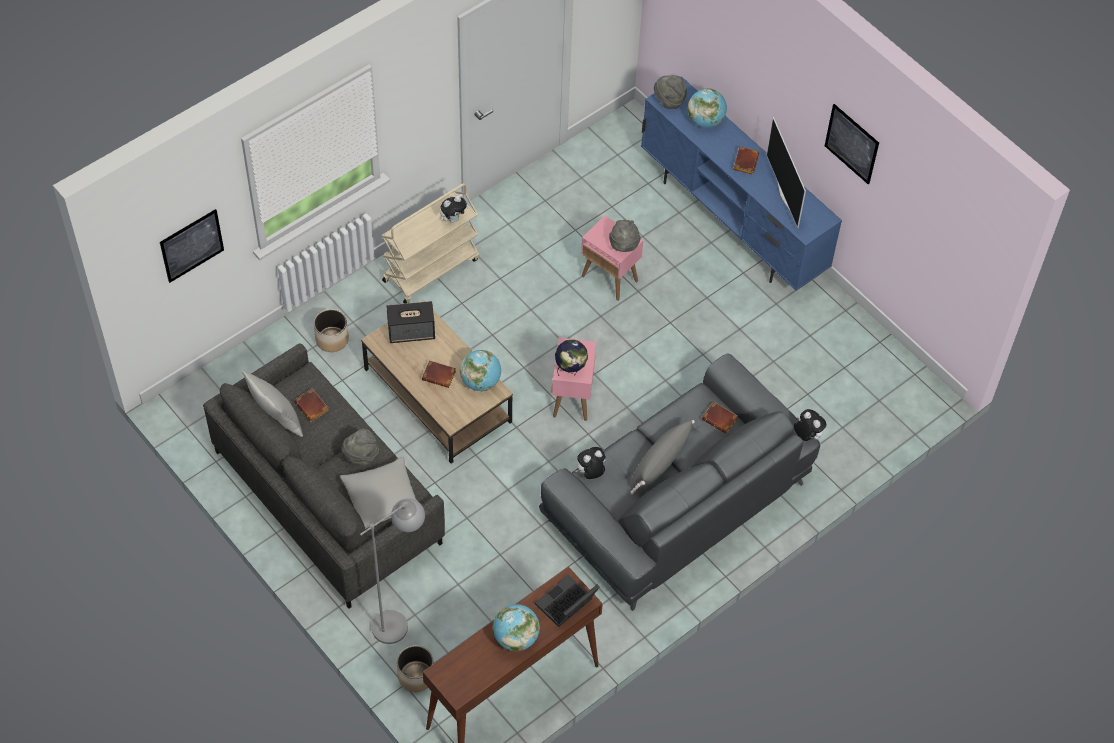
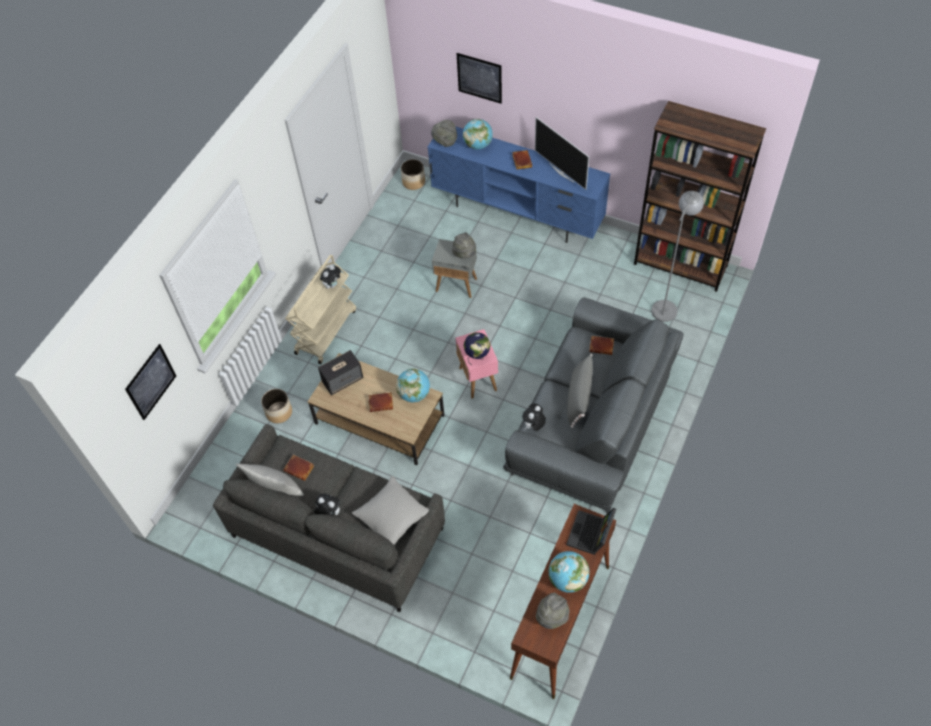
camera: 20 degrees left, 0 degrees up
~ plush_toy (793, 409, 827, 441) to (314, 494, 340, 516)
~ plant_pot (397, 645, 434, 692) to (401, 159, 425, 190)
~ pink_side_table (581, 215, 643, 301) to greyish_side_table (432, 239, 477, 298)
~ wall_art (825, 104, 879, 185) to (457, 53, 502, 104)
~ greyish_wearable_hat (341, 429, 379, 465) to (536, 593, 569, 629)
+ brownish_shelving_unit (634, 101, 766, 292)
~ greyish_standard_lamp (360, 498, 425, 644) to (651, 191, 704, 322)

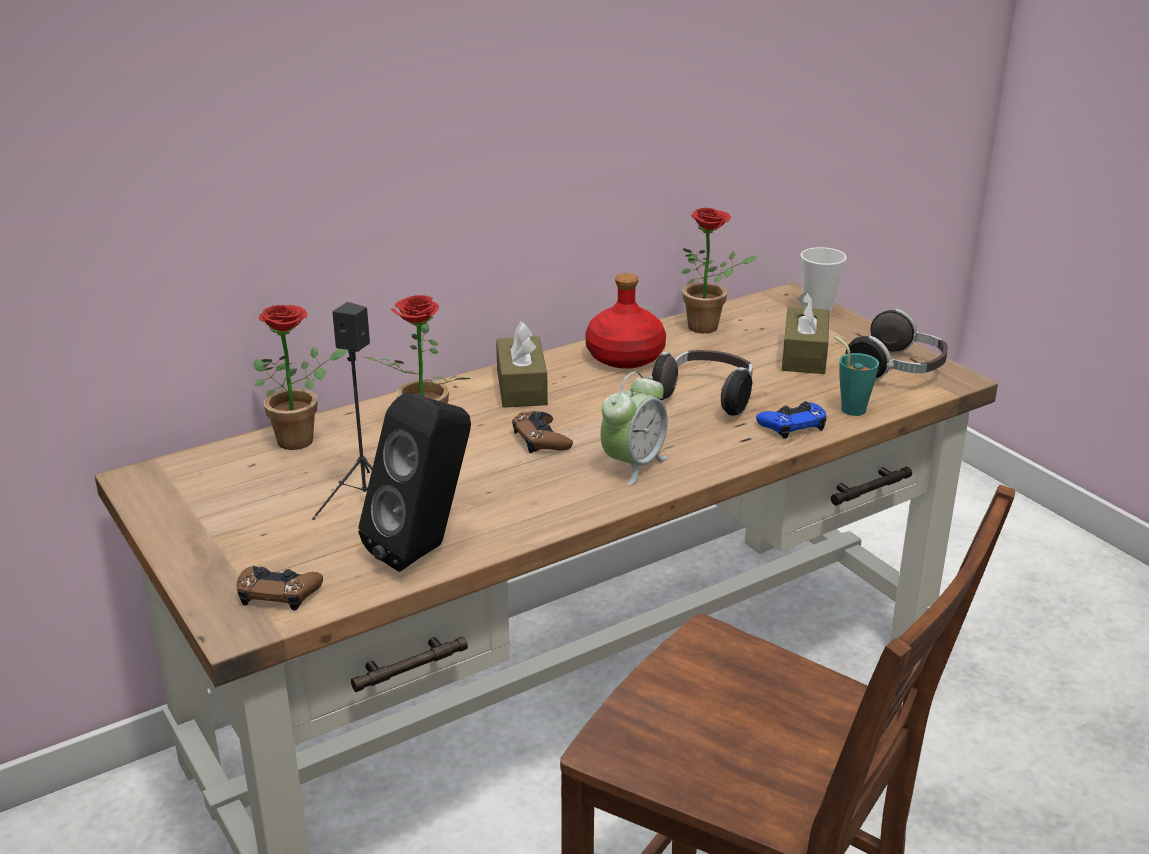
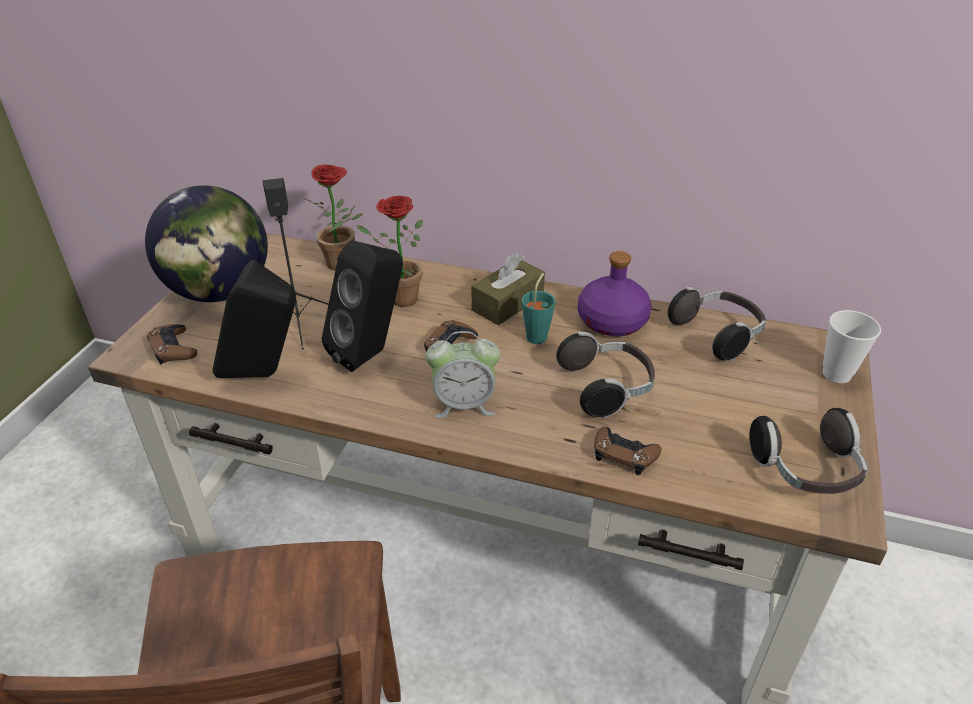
camera: 50 degrees right, 10 degrees up
+ world_globe (145, 185, 268, 302)
+ blackish_loudspeaker (322, 241, 403, 372)
~ turquoise_small_cup (834, 336, 879, 416) to (522, 273, 555, 344)
~ red-coloured_beverage_bottle (585, 273, 666, 369) to purple_beverage_bottle (578, 251, 651, 336)
~ blue_gamepad (756, 401, 826, 439) to brownish_gamepad (594, 427, 661, 475)
~ plant_in_a_pot (681, 208, 758, 333) to headphones (668, 287, 766, 361)
- brownish_box_of_tissues (782, 292, 829, 374)

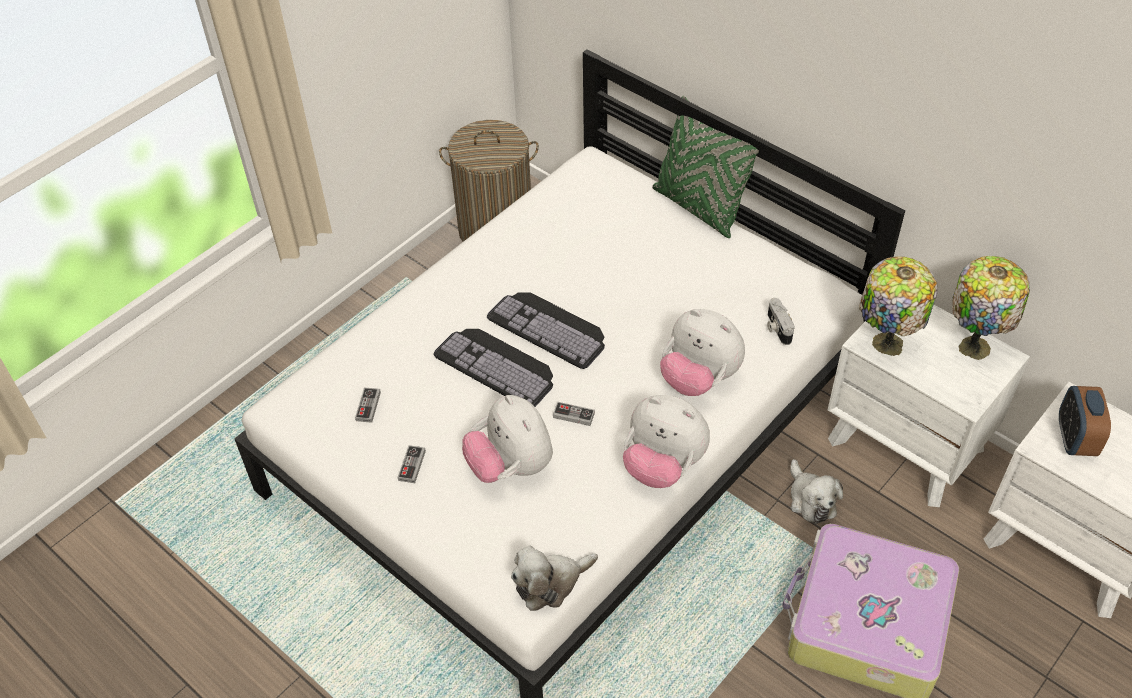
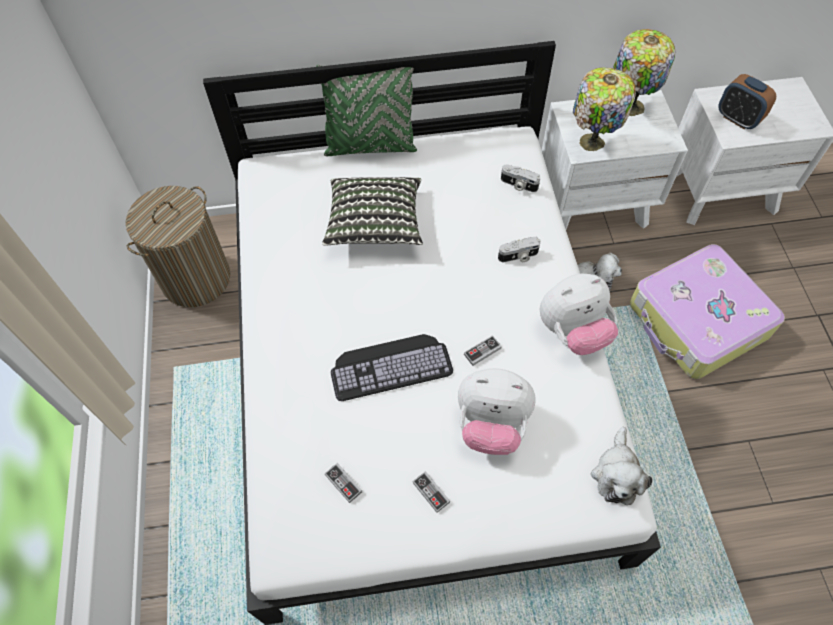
camera: 50 degrees left, 10 degrees up
+ cushion (322, 177, 423, 246)
~ plush_toy (660, 309, 745, 396) to still_camera (498, 237, 540, 262)
- PC_keyboard (487, 292, 605, 369)

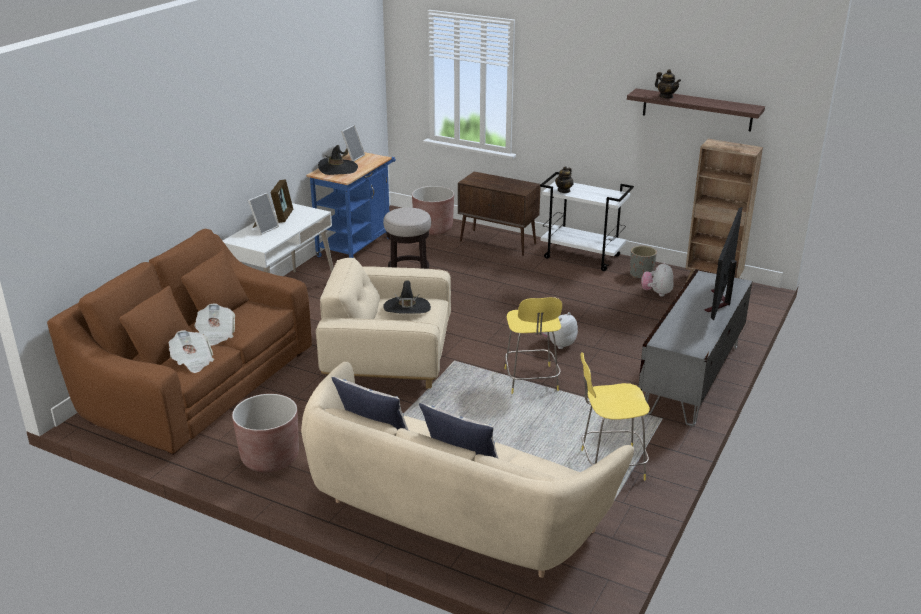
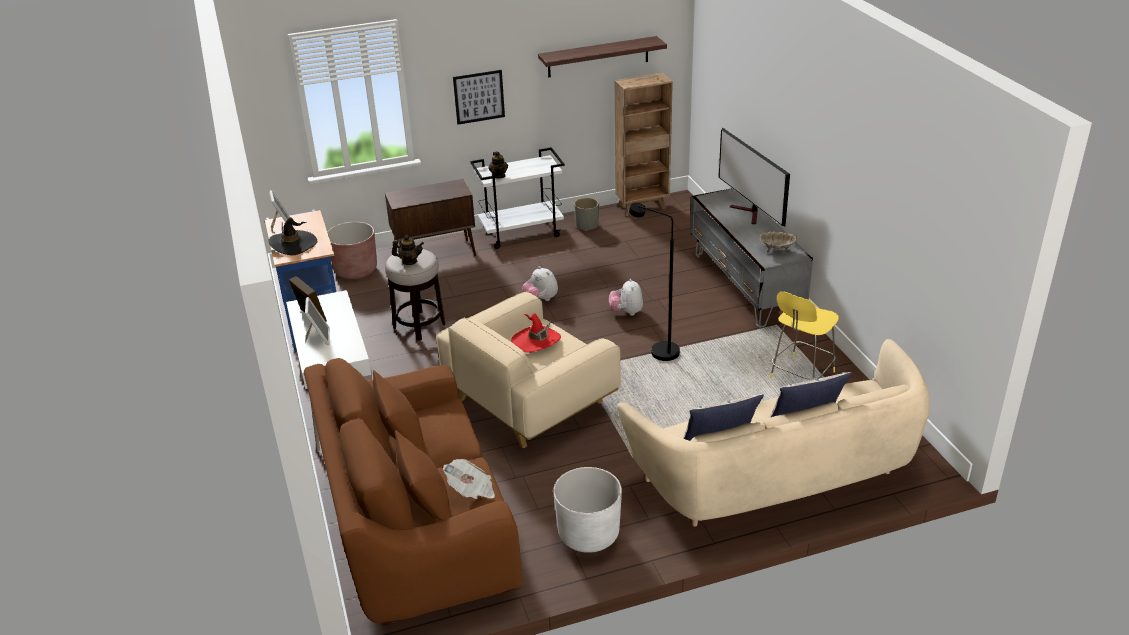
camera: 45 degrees left, 5 degrees up
~ pot_for_tea (655, 69, 681, 98) to (392, 235, 424, 265)
+ wall_art (453, 70, 505, 125)
~ blackish_wearable_hat (383, 280, 431, 314) to red-coloured_wearable_hat (511, 313, 561, 353)
~ plush_toy (641, 262, 674, 297) to (522, 266, 558, 301)
~ brownish_plant_pot (232, 394, 299, 472) to white_plant_pot (553, 467, 622, 553)
~ yellowish_sitting_stool (505, 297, 562, 394) to blackish_standard_lamp (629, 203, 680, 361)
+ sand-coloured_deep_dish (760, 231, 797, 254)
- newspaper (194, 303, 235, 346)

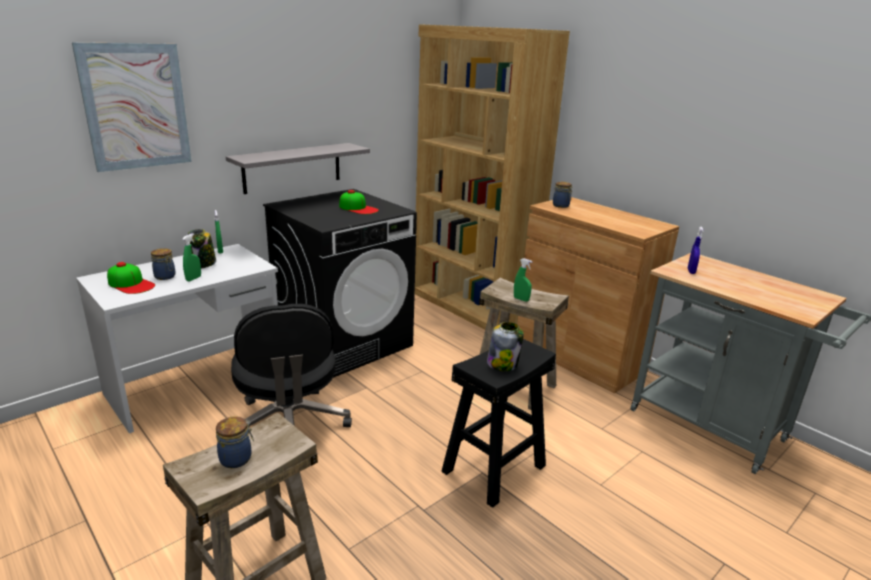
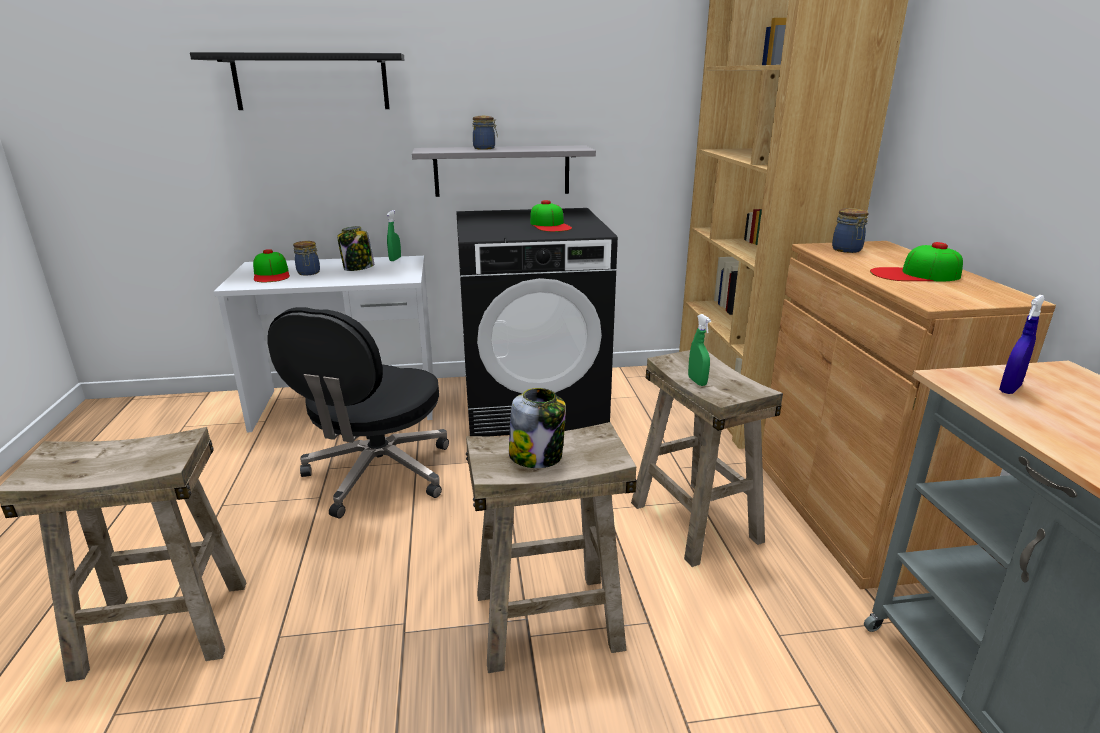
camera: 35 degrees right, 0 degrees up
~ wall_art (72, 42, 192, 172) to blackish_wall_shelf (190, 52, 404, 110)
~ blackish_sitting_stool (441, 339, 556, 508) to sand-coloured_sitting_stool (466, 422, 637, 673)
~ jar (216, 416, 254, 468) to (473, 116, 498, 150)
+ cap (870, 242, 963, 281)
- greenish_sprayer (183, 233, 201, 281)

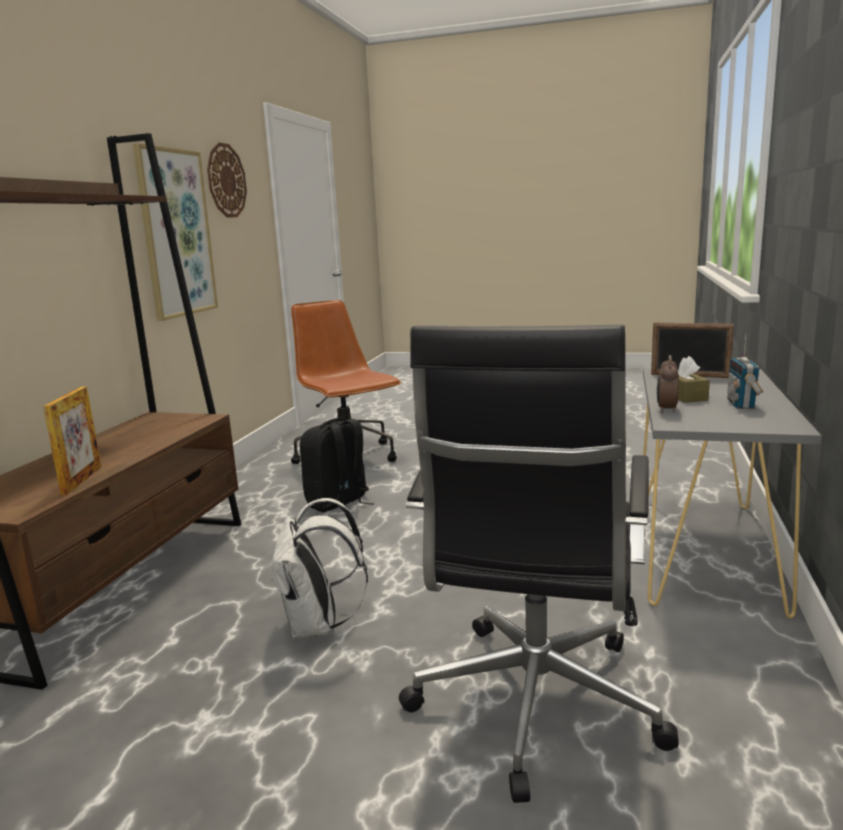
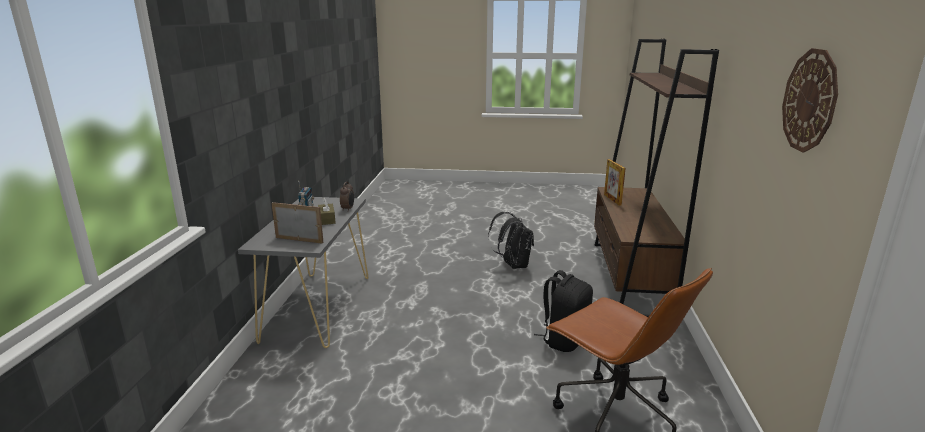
camera: 170 degrees right, 5 degrees up
~ white_backpack (272, 498, 368, 640) to blackish_backpack (488, 212, 534, 269)
- wall_art (133, 143, 218, 321)
- blackish_desk_chair (399, 325, 679, 803)

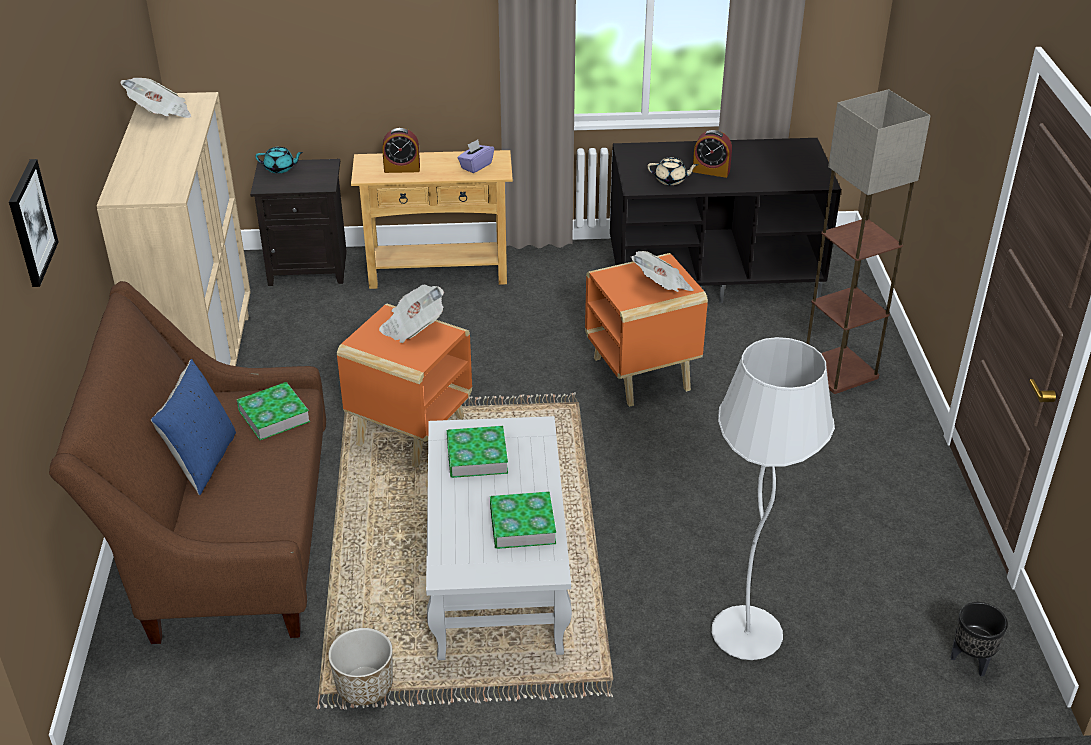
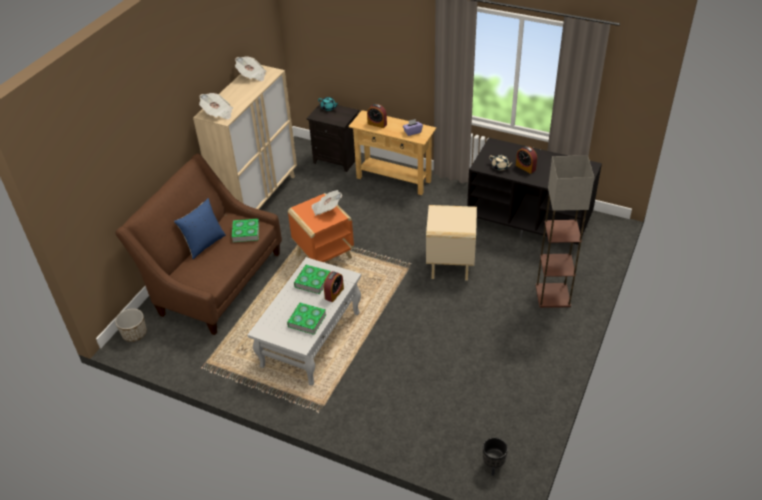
camera: 30 degrees right, 5 degrees up
~ plant_pot (328, 628, 393, 705) to (115, 308, 147, 342)
~ newspaper (631, 251, 694, 292) to (199, 93, 233, 120)
+ bedside_clock (324, 271, 344, 302)
~ orange_side_table (585, 253, 708, 407) to sand-coloured_side_table (426, 205, 477, 281)
- wall_art (9, 159, 59, 287)
- white_standard_lamp (712, 337, 835, 660)

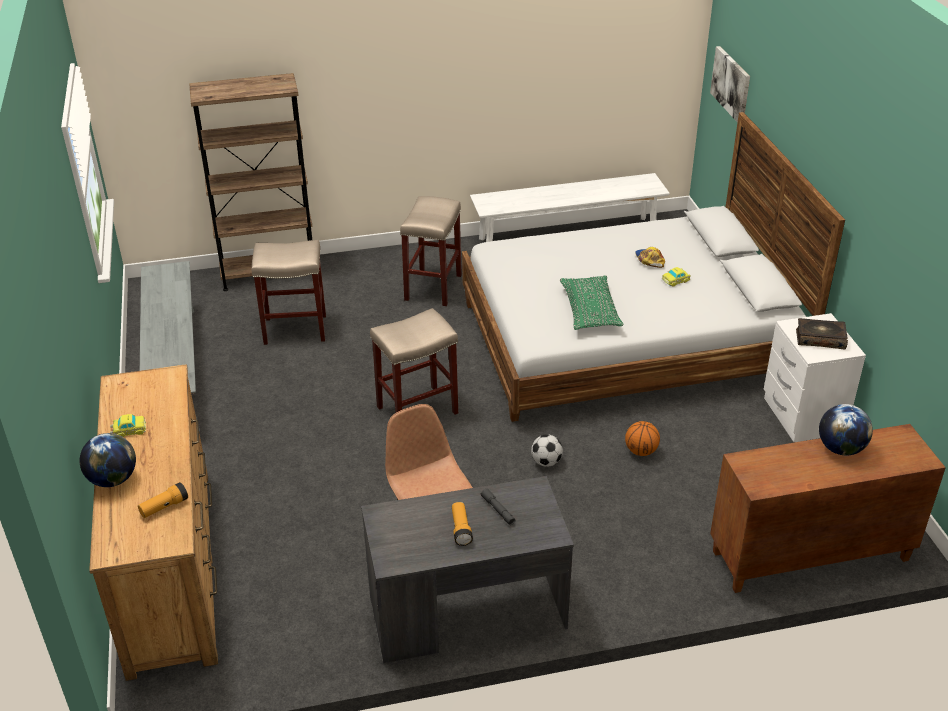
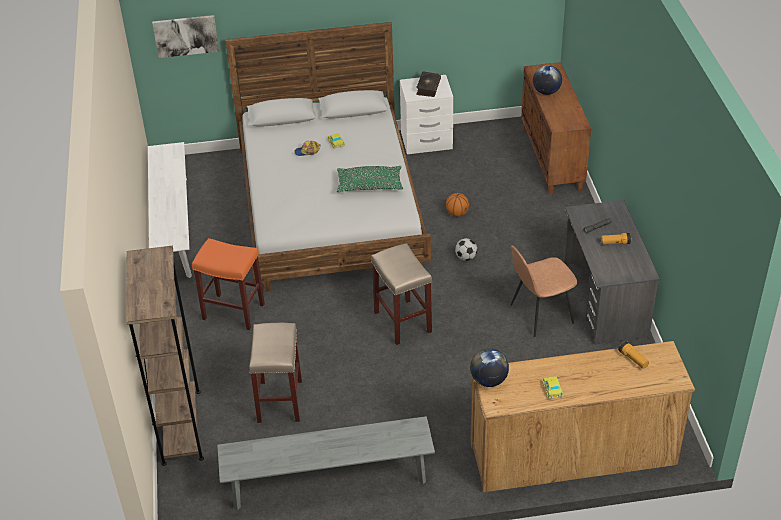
camera: 85 degrees left, 5 degrees up
~ sand-coloured_sitting_stool (400, 196, 462, 306) to orange_sitting_stool (192, 238, 265, 330)
~ world_globe (79, 433, 136, 487) to (470, 348, 509, 387)

